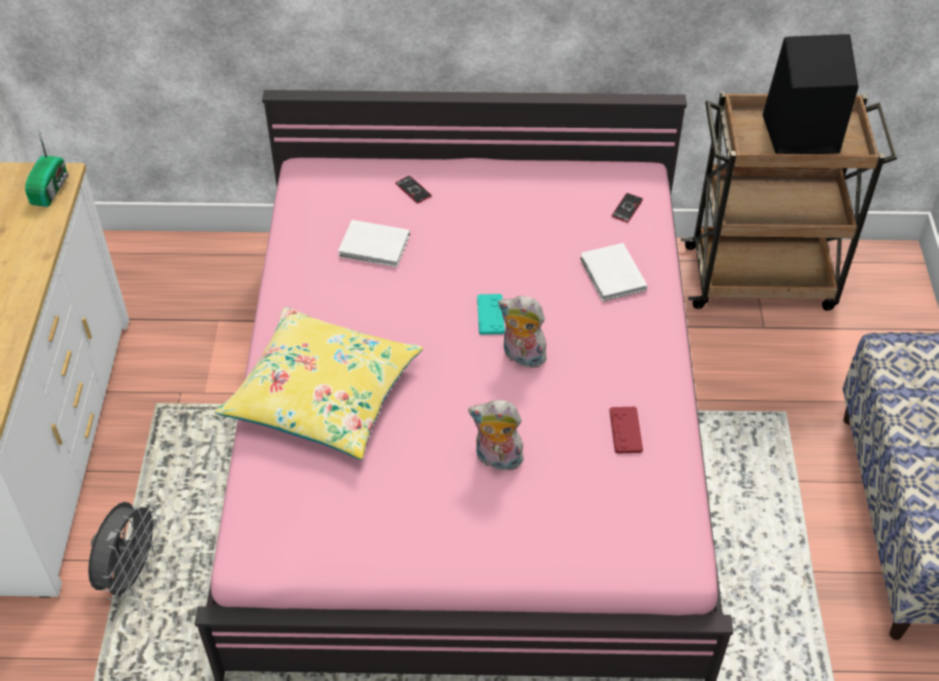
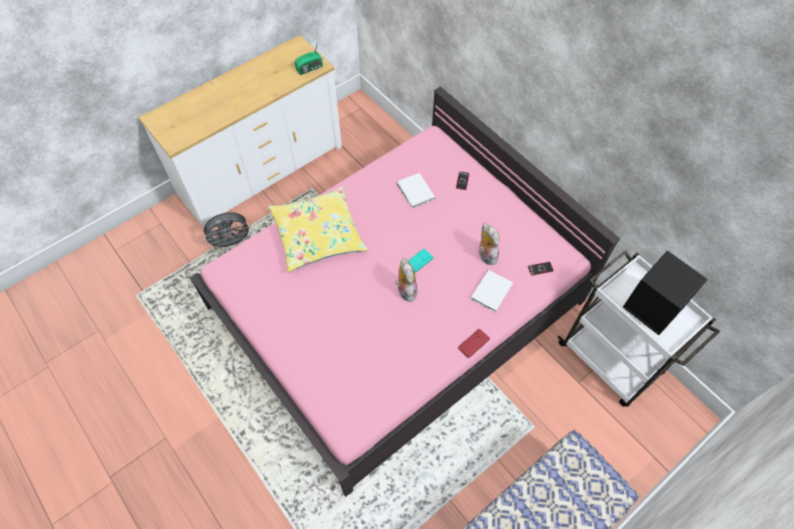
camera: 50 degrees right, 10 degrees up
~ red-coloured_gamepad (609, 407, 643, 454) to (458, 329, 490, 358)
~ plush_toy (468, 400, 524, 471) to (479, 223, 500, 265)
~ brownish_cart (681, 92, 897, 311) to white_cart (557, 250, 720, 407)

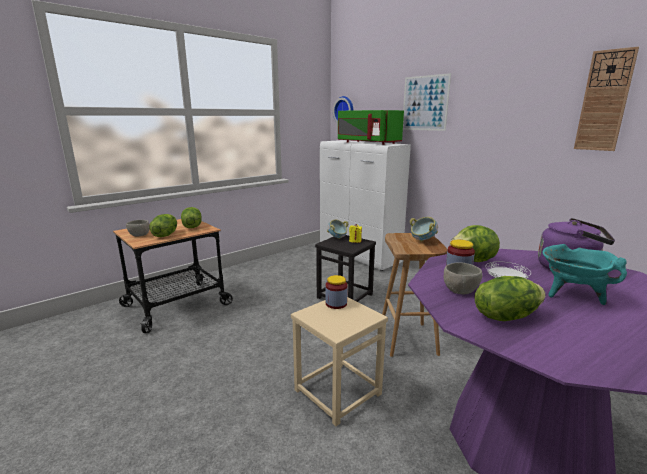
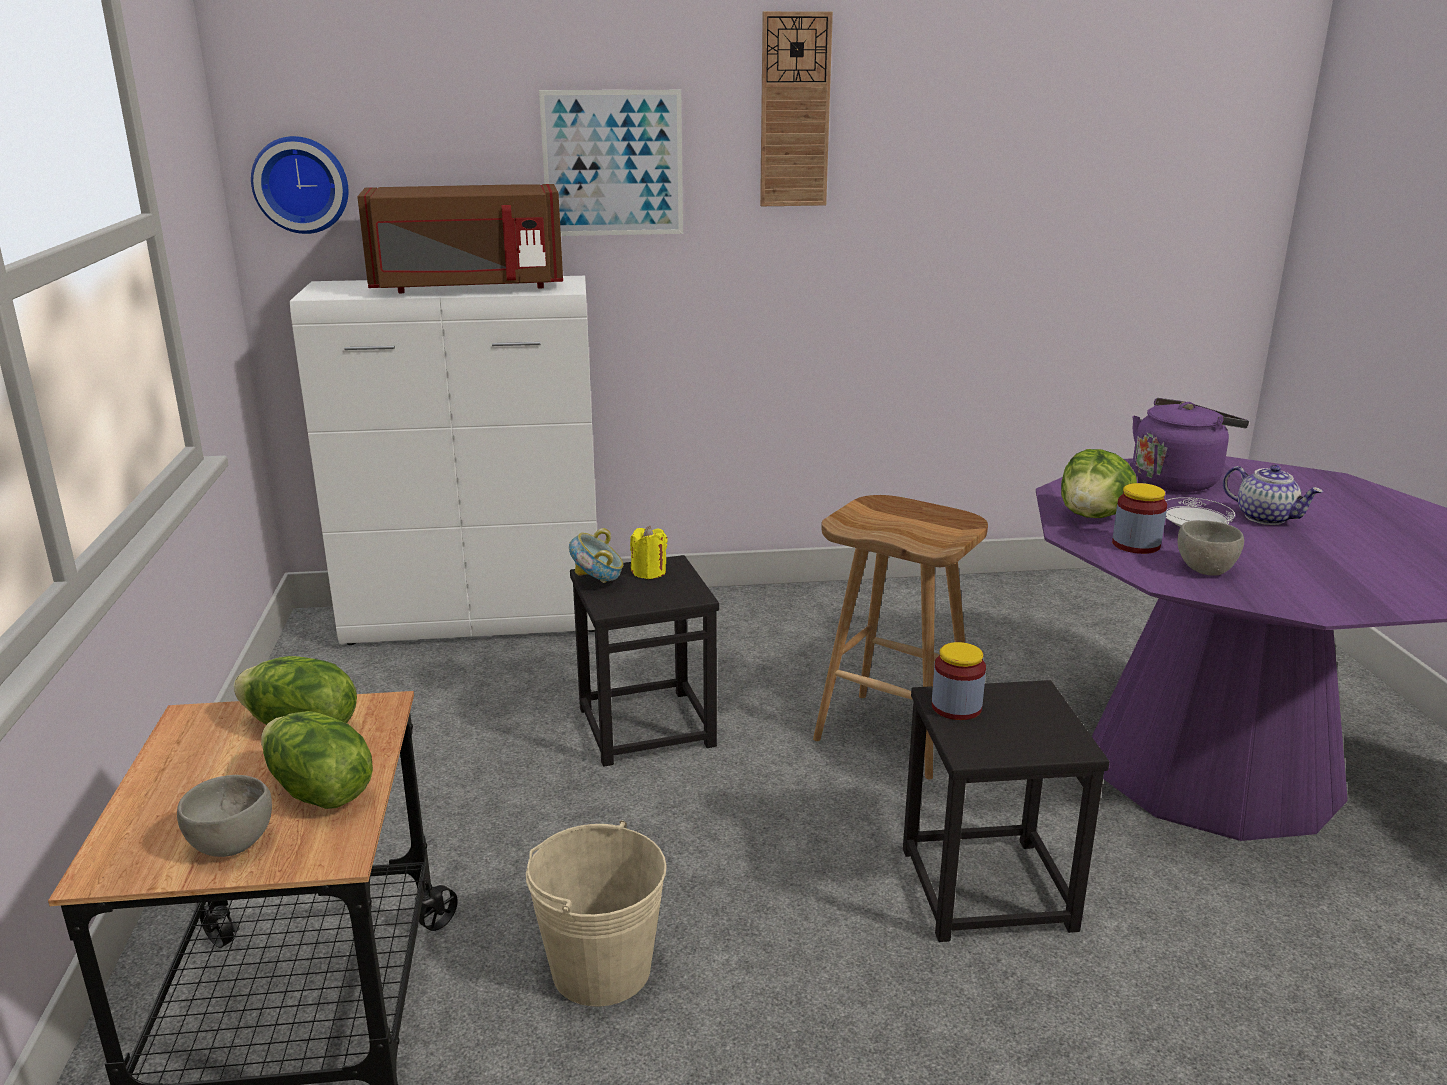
camera: 55 degrees left, 5 degrees up
~ greenish_kitchen_microwave (338, 110, 404, 145) to brownish_kitchen_microwave (357, 184, 563, 294)
+ sand-coloured_pail (526, 821, 667, 1006)
~ clock_on_the_wall (574, 47, 639, 151) to (760, 11, 833, 206)
~ sand-coloured_sitting_stool (291, 297, 388, 426) to blackish_sitting_stool (903, 680, 1110, 942)
~ turquoise_cooking_pot (543, 244, 627, 305) to pot_for_tea (1223, 465, 1323, 525)
- deep_dish (410, 217, 438, 242)
- lettuce_head (474, 276, 545, 321)

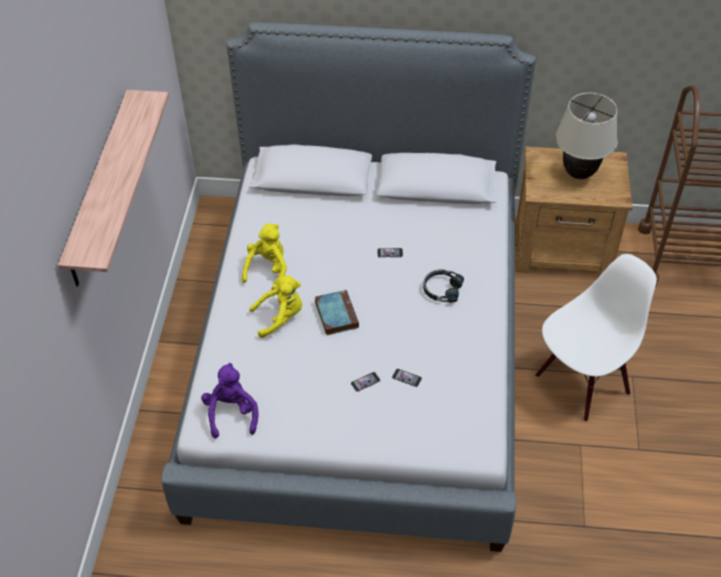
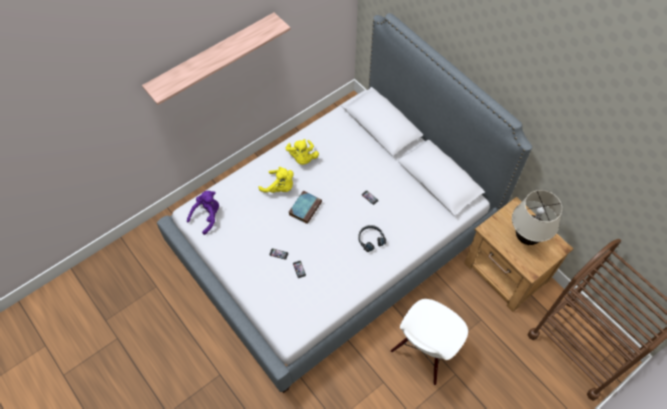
camera: 45 degrees right, 10 degrees up
~ yellowish_plush_toy (242, 224, 287, 290) = (286, 139, 319, 165) 105 degrees clockwise
~ white_upright_chair (535, 254, 657, 422) = (391, 299, 468, 385) 120 degrees clockwise

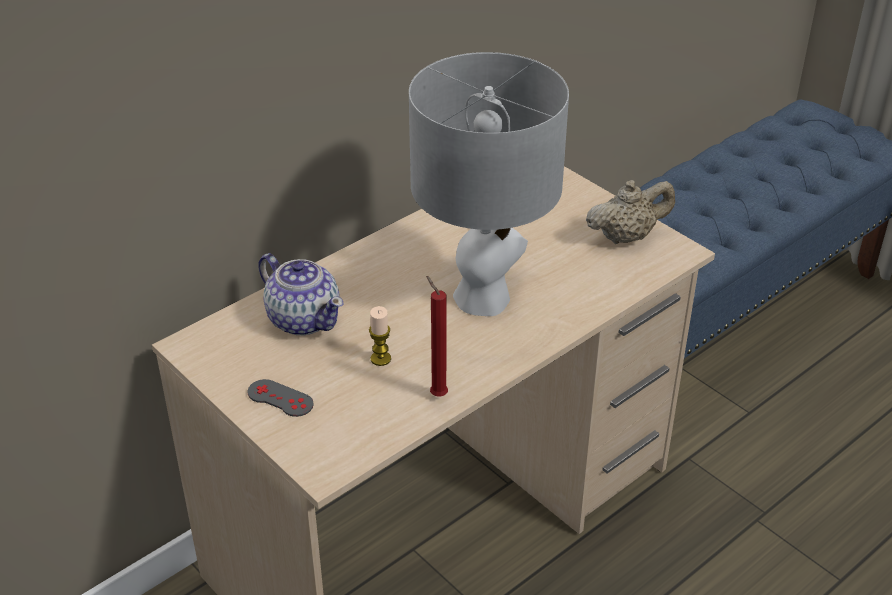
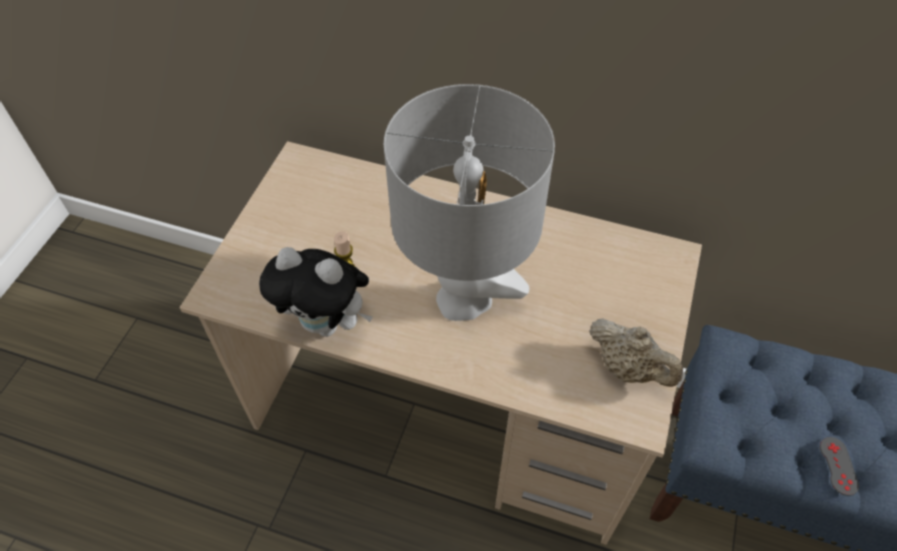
camera: 60 degrees right, 15 degrees up
~ red-coloured_candle (426, 276, 448, 396) to plush_toy (259, 247, 373, 337)
~ greyish_gamepad (248, 379, 313, 417) to (820, 437, 859, 496)
- pot_for_tea (258, 253, 344, 335)

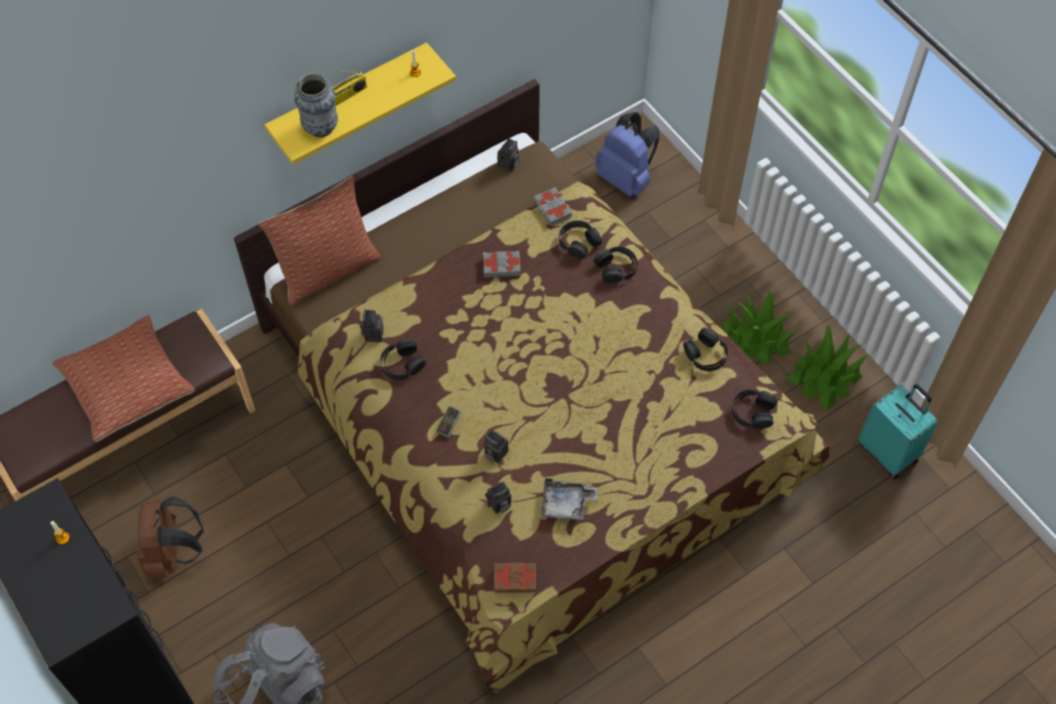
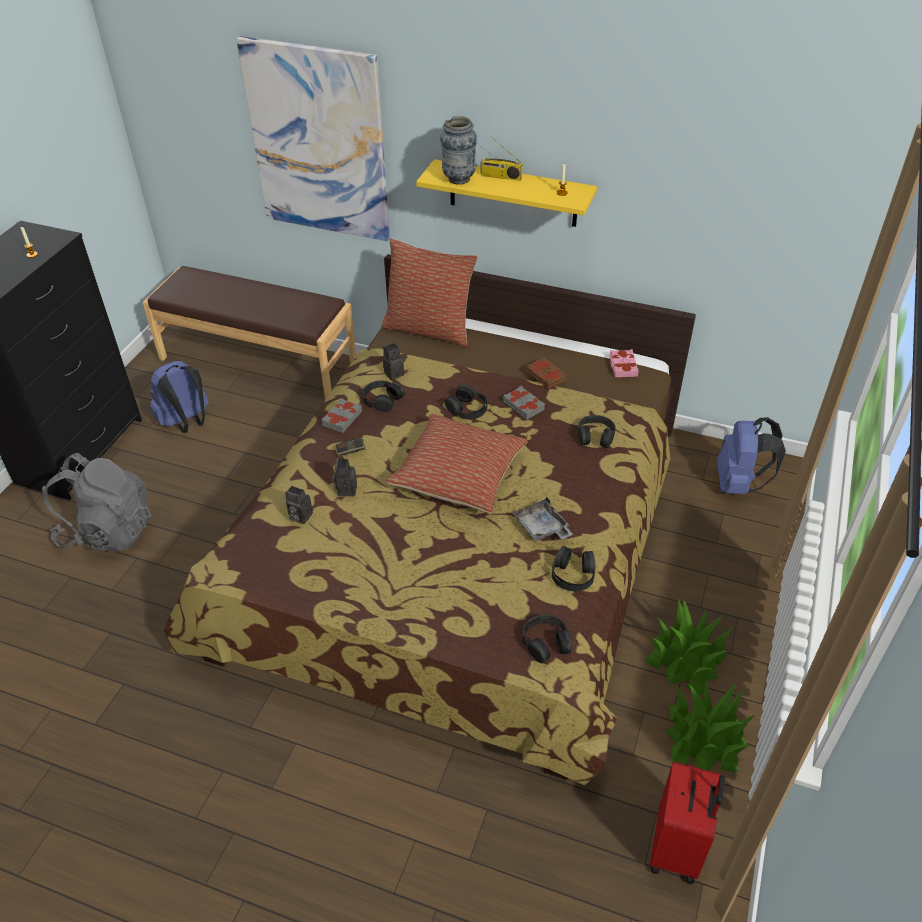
camera: 55 degrees right, 15 degrees down
~ brownish_backpack (137, 496, 204, 578) to blue_backpack (150, 361, 208, 433)
+ wall_art (236, 36, 390, 241)
~ greyish_book (534, 187, 572, 226) to (322, 398, 362, 433)
~ cushion (52, 315, 195, 442) to (386, 414, 528, 513)
~ blackish_headphones (593, 247, 638, 283) to (444, 384, 488, 419)
~ greyish_tray (541, 478, 598, 520) to (513, 496, 573, 541)
~ brownish_book (494, 562, 536, 593) to (526, 357, 566, 389)
~ still_camera (497, 138, 520, 172) to pink_book (609, 349, 639, 377)
~ turquoise_piece_of_luggage (859, 384, 938, 479) to red-coloured_piece_of_luggage (650, 761, 725, 884)

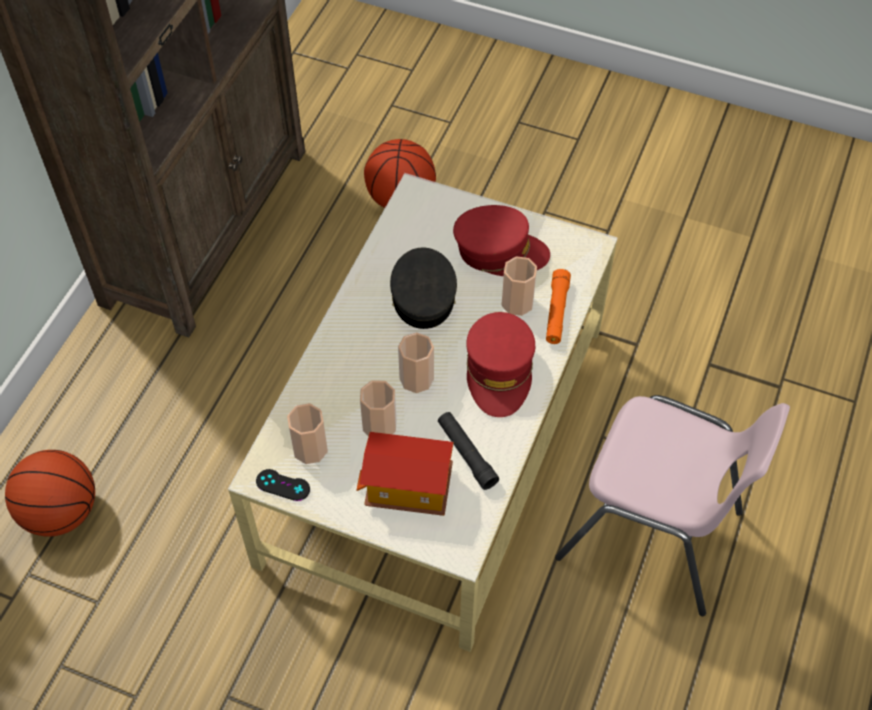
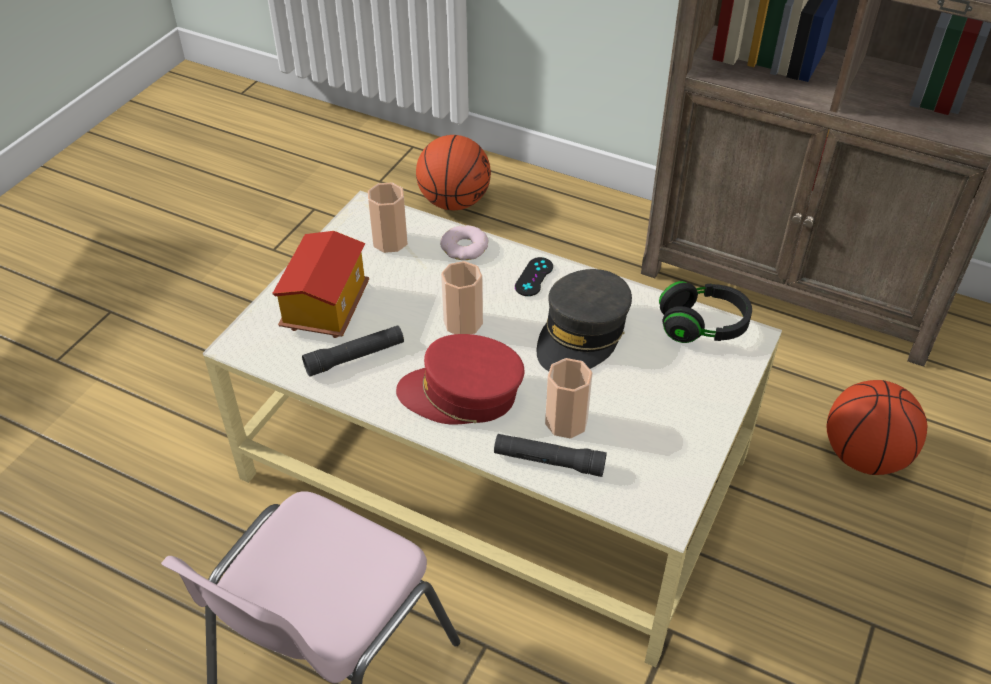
camera: 95 degrees right, 10 degrees down
+ ring_doughnut (440, 225, 488, 260)
~ orange_flashlight (546, 269, 571, 344) to blackish_flashlight (494, 434, 607, 477)
~ blackish_gamepad (256, 469, 310, 501) to (515, 257, 553, 296)
~ greyish_cap (390, 248, 457, 329) = (537, 269, 632, 371) 120 degrees clockwise
+ blackish_headphones (659, 281, 752, 343)
- small_cup (360, 380, 397, 436)
- red-coloured_cap (453, 205, 550, 276)

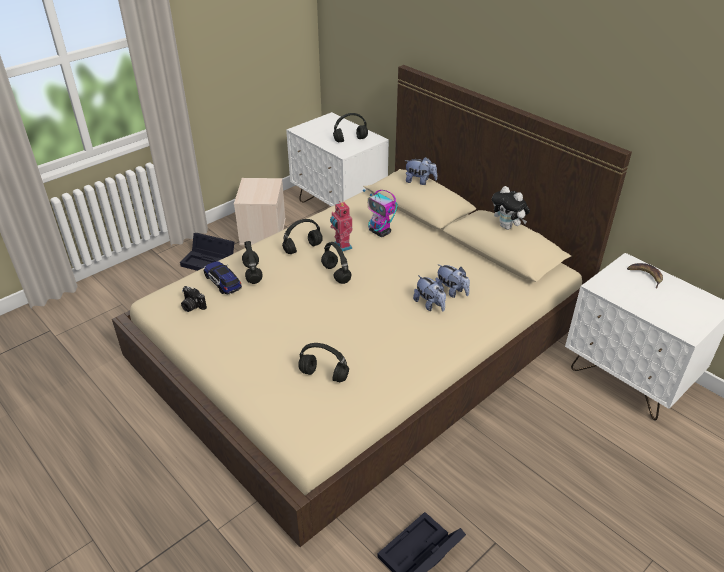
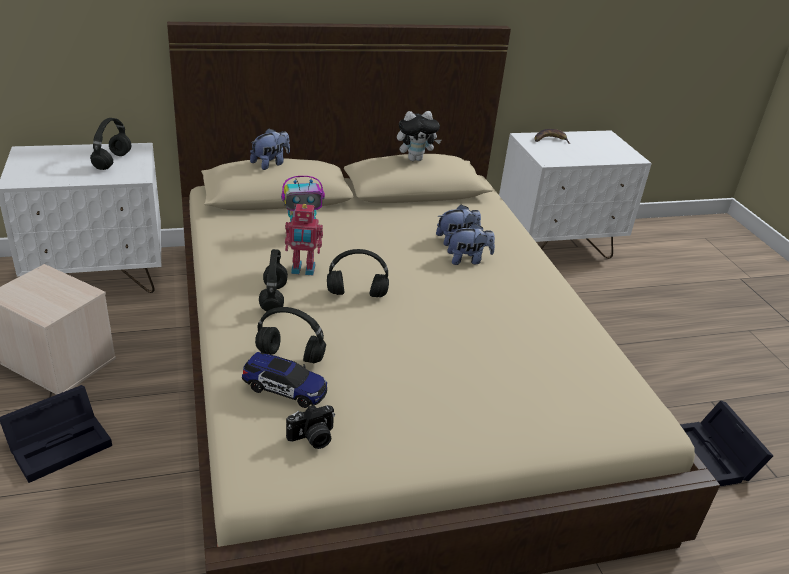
camera: 65 degrees left, 5 degrees down
~ model_car (204, 261, 242, 294) = (242, 352, 327, 408) 150 degrees counterclockwise
- blackish_headphones (298, 343, 349, 382)

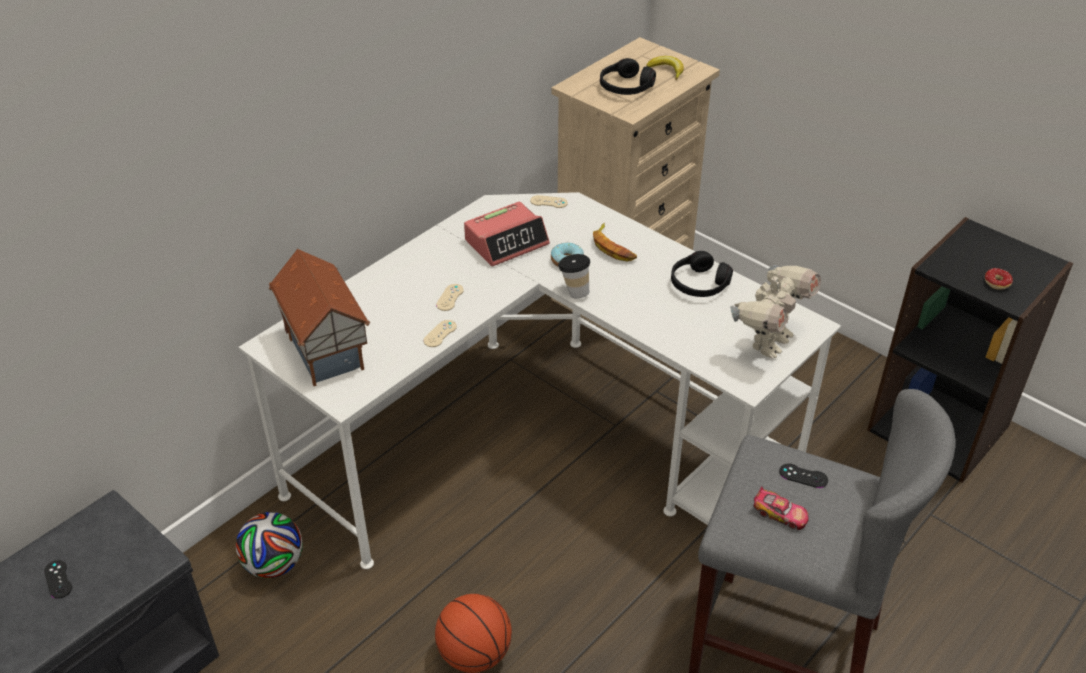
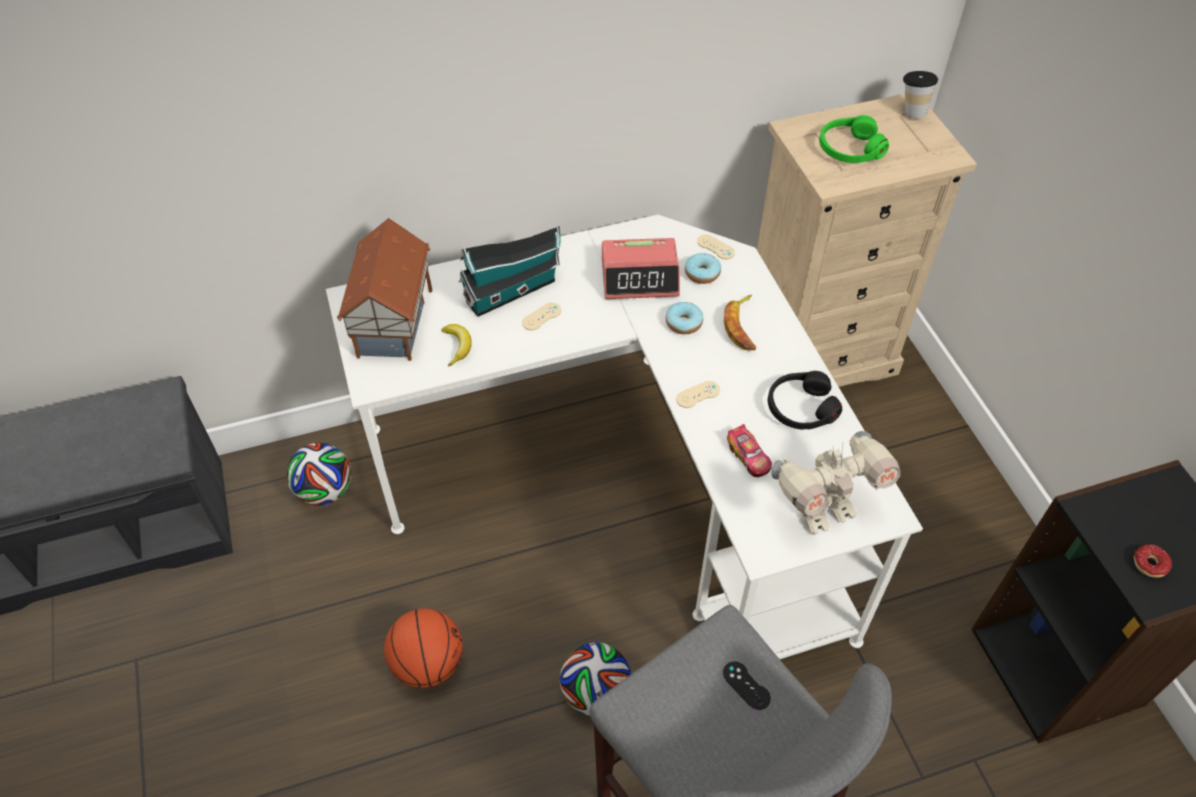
camera: 30 degrees right, 10 degrees up
~ banana (646, 56, 684, 80) to (442, 324, 472, 367)
+ model_house (458, 226, 561, 317)
+ football (560, 642, 631, 716)
~ sand-coloured_gamepad (423, 320, 457, 347) to (676, 381, 720, 408)
+ ring_doughnut (685, 253, 721, 284)
~ model_car (753, 486, 809, 530) to (727, 424, 772, 477)
~ blackish_headphones (600, 58, 656, 95) to greenish_headphones (819, 115, 889, 163)
~ small_cup (558, 254, 590, 299) to (903, 71, 938, 118)
- blackish_gamepad (44, 560, 72, 599)

